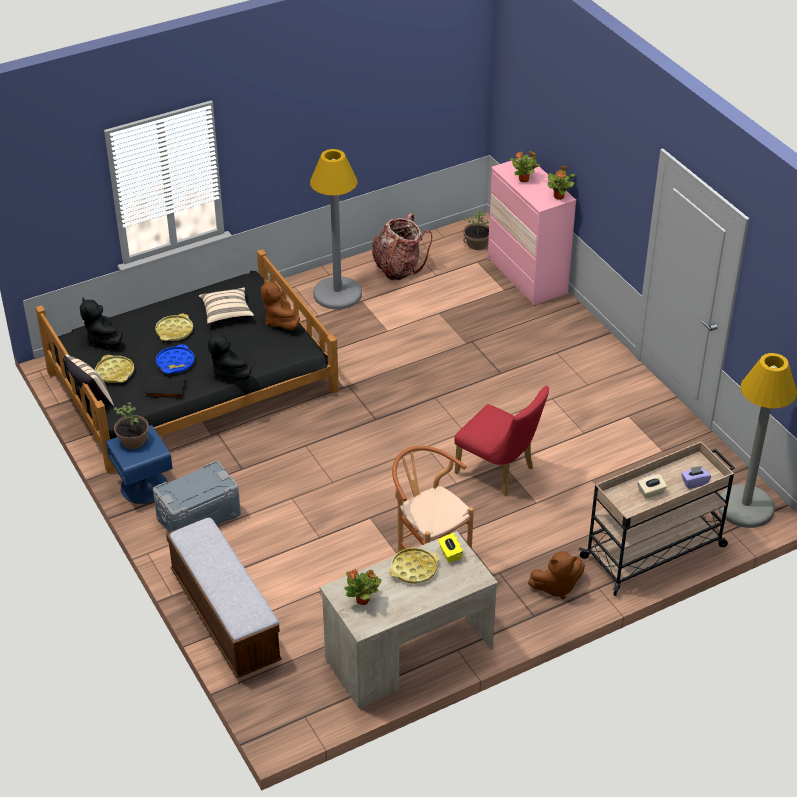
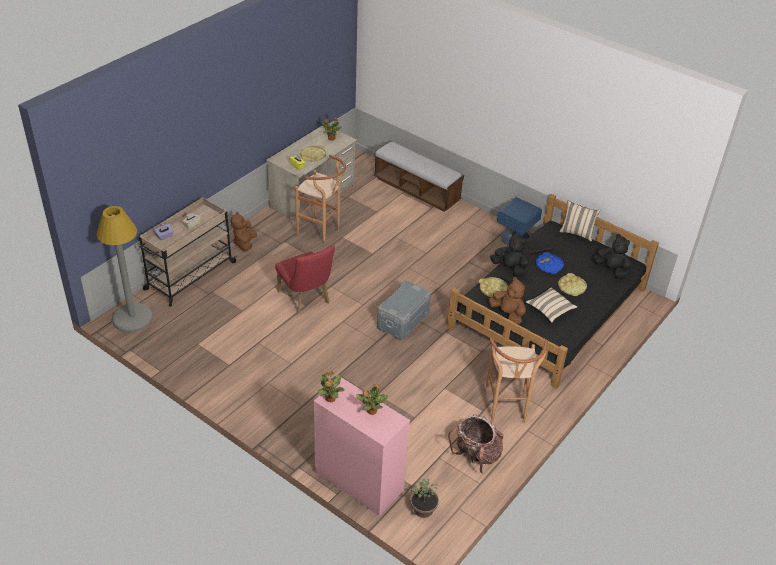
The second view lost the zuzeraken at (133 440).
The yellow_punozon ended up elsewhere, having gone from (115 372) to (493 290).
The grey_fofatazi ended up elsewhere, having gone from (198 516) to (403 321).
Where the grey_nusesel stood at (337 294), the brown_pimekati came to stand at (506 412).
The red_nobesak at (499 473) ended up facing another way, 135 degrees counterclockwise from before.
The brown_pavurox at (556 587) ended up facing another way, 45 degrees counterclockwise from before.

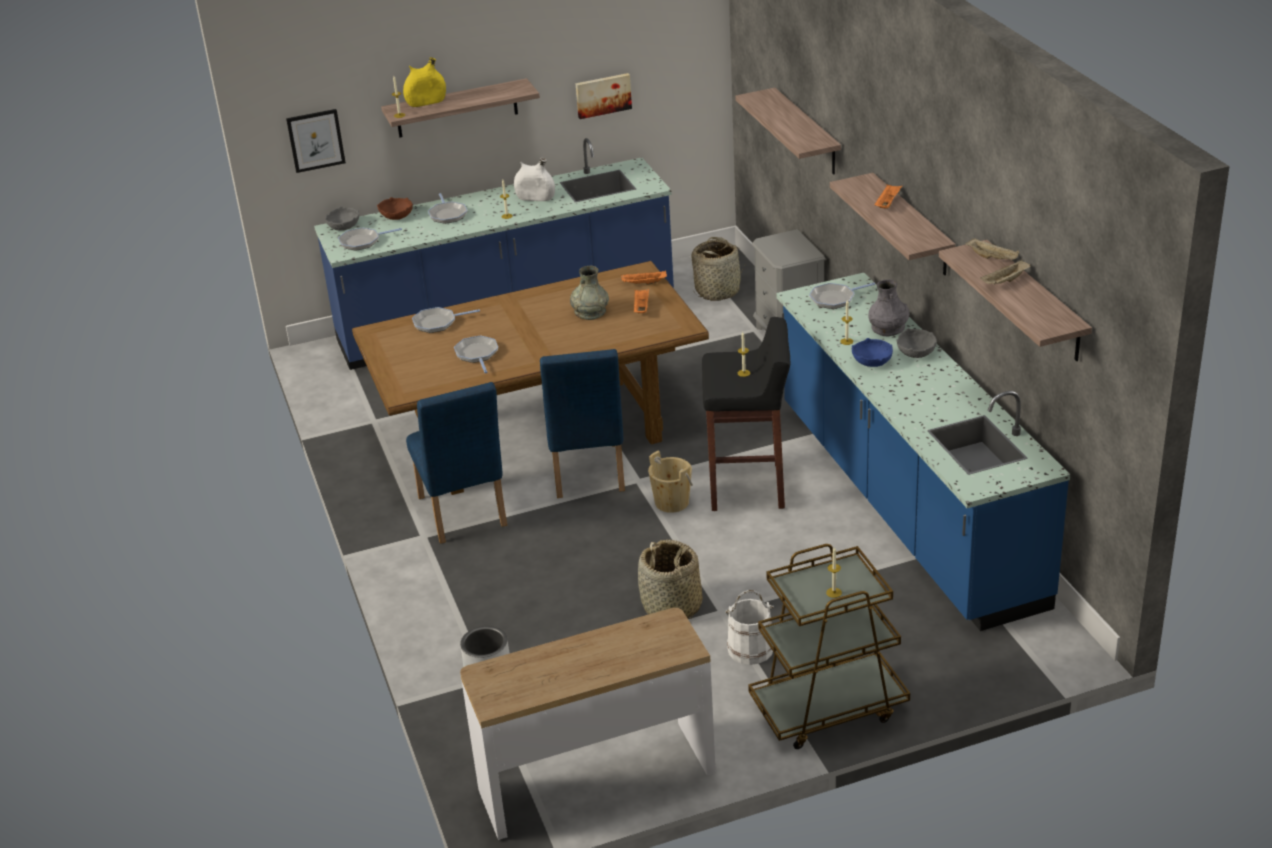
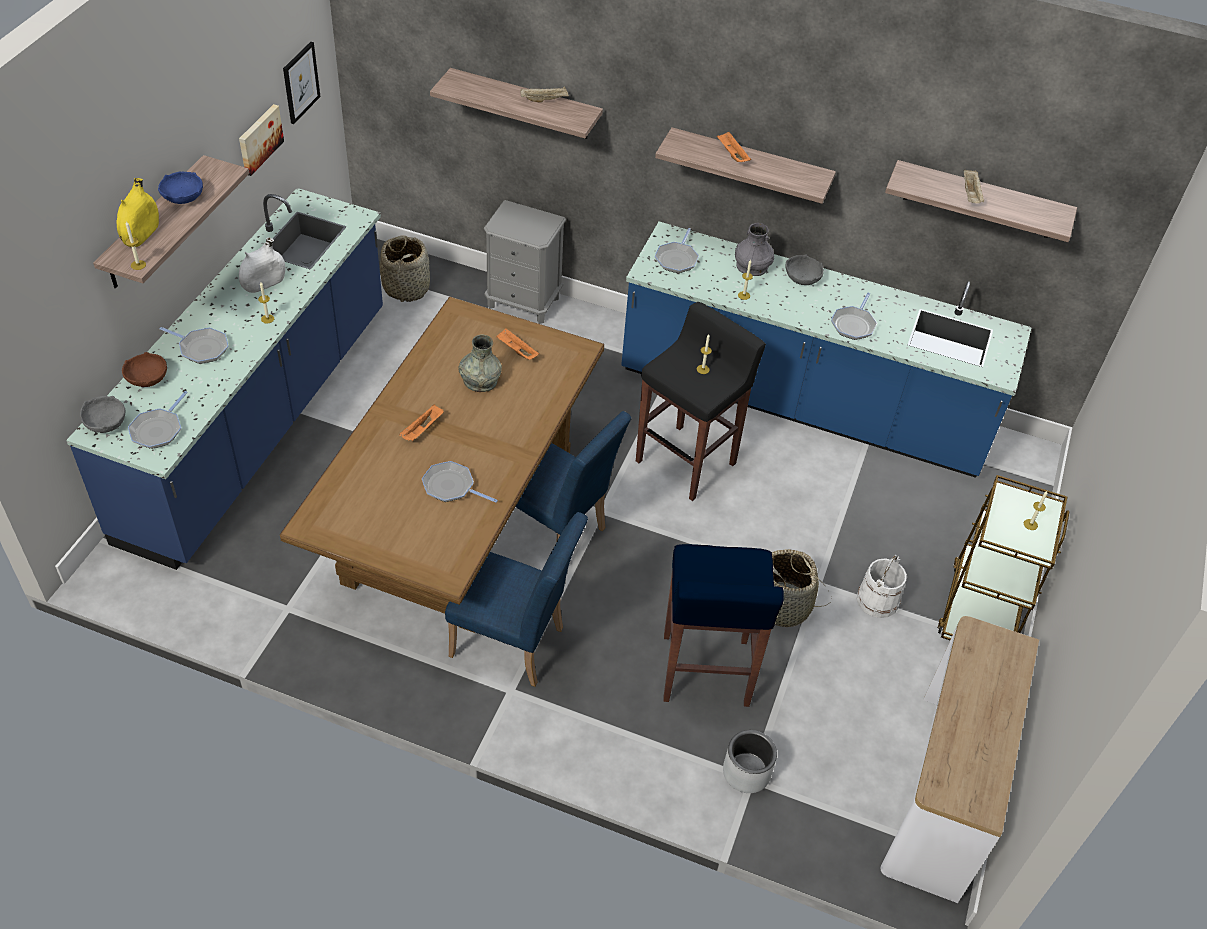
The second view lost the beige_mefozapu at (672 502).
The second view gained the blue_pimekati at (705 672).
The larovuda ended up elsewhere, having gone from (316 140) to (300 82).
The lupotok ended up elsewhere, having gone from (437 323) to (853 324).
The orange_punozon ended up elsewhere, having gone from (643 284) to (422 430).
The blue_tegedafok ended up elsewhere, having gone from (872 362) to (183 197).
The beige_punozon ended up elsewhere, having gone from (993 258) to (544 100).

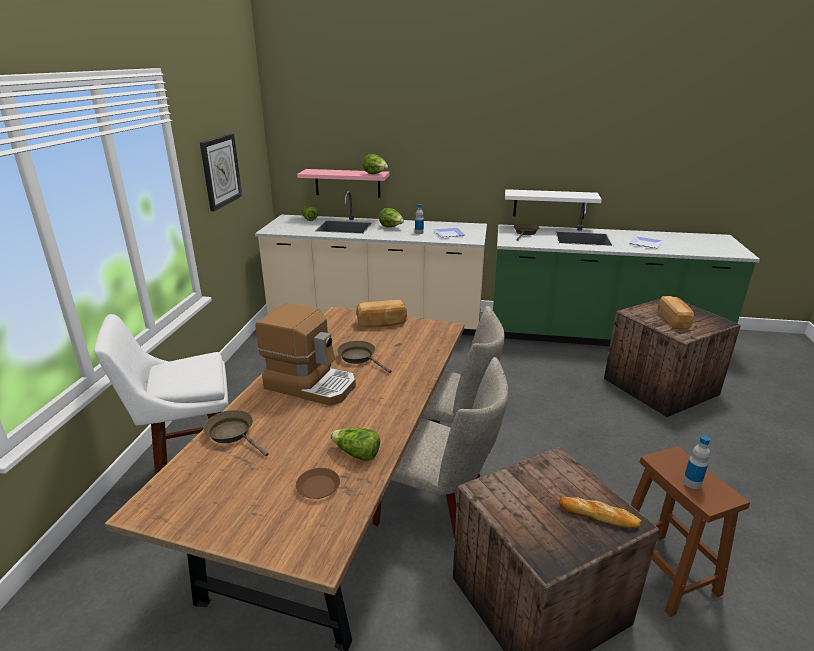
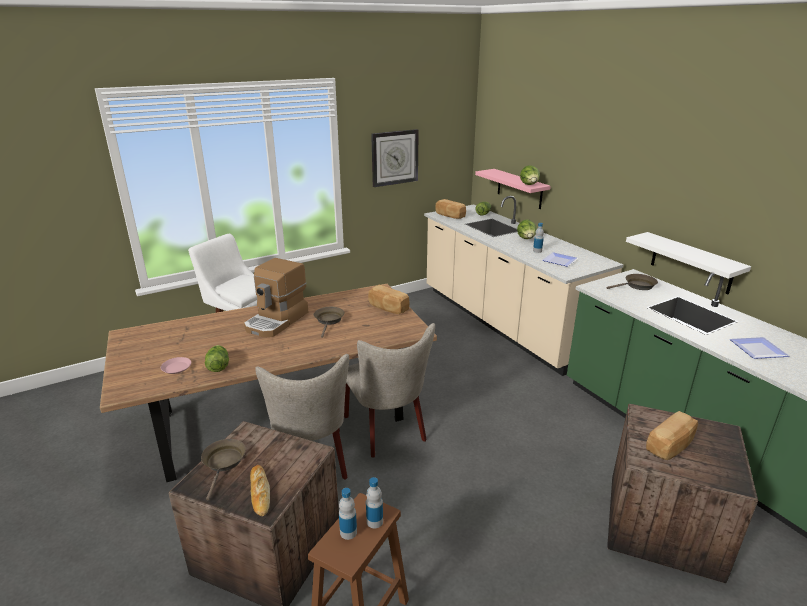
The second view gained the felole at (374 521).
The second view gained the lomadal at (449 215).
The brown_lupotok ended up elsewhere, having gone from (233 434) to (224 463).
What was the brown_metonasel at (318 486) turned into the pink_metonasel at (177 368).
The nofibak at (311 384) ended up facing another way, 45 degrees clockwise from before.

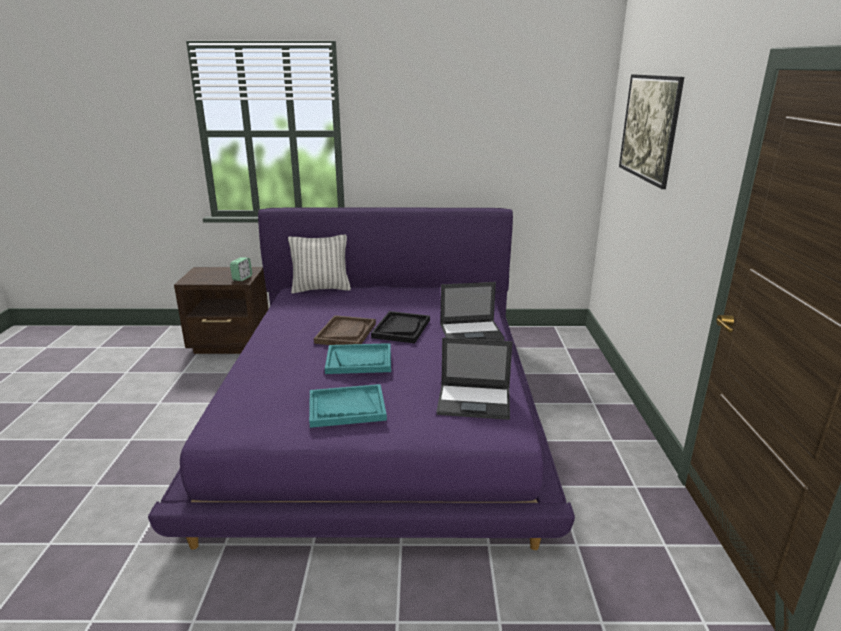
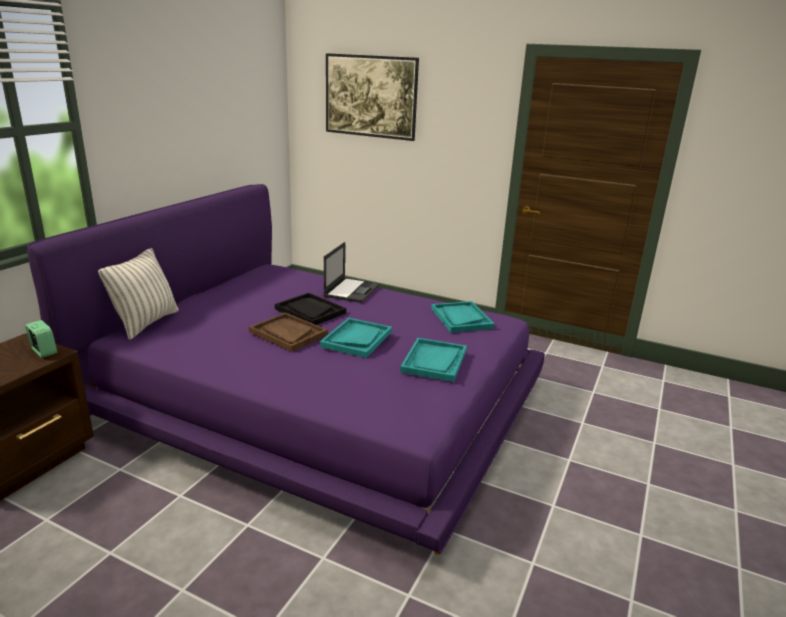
Where the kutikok stood at (475 401), the turquoise_punozon came to stand at (461 318).

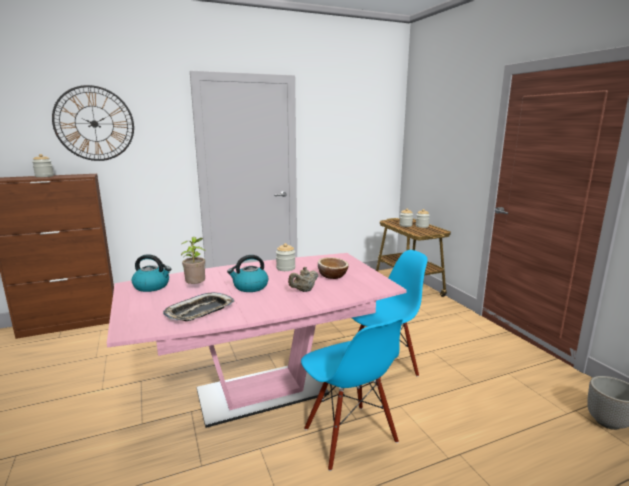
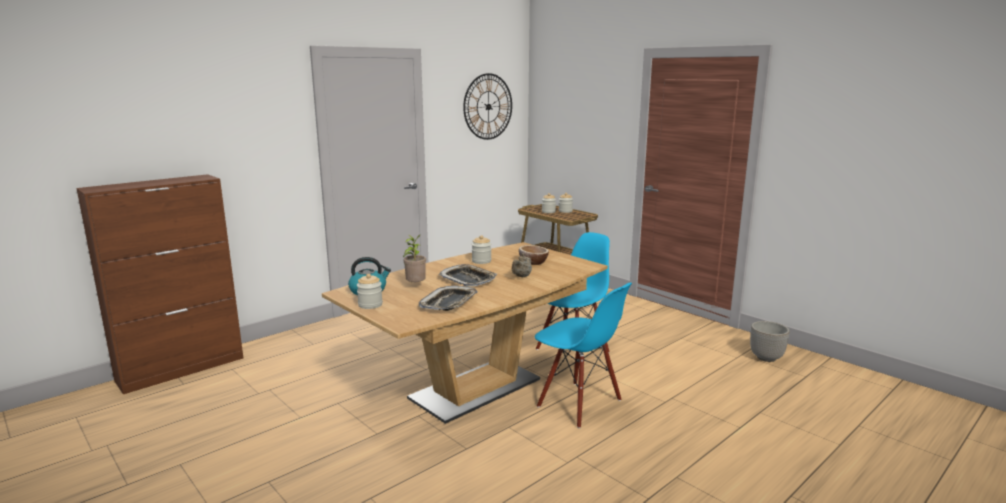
The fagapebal ended up elsewhere, having gone from (44 176) to (370 305).
The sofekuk ended up elsewhere, having gone from (94 123) to (488 106).
Where the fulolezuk stood at (250 287), the punozon came to stand at (468 280).
What was the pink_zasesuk at (262 392) turned into the brown_zasesuk at (475 389).

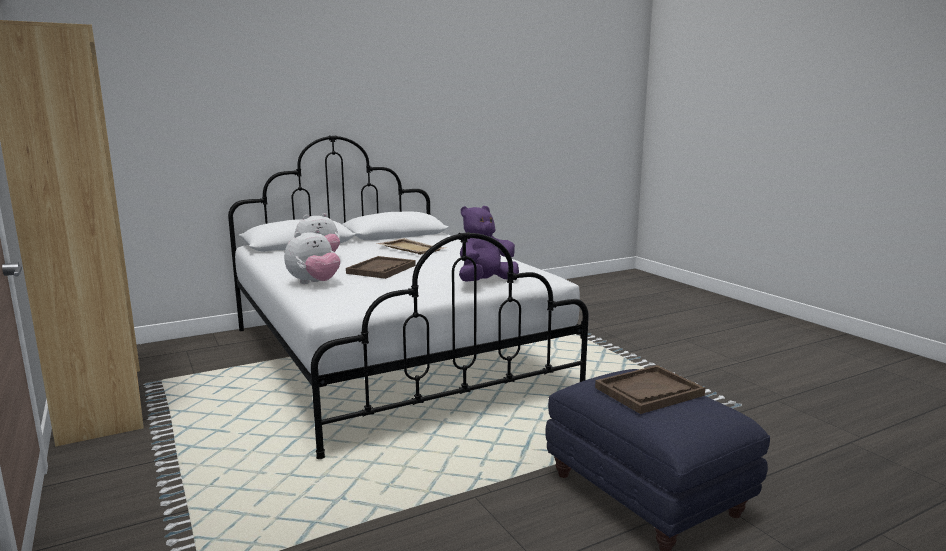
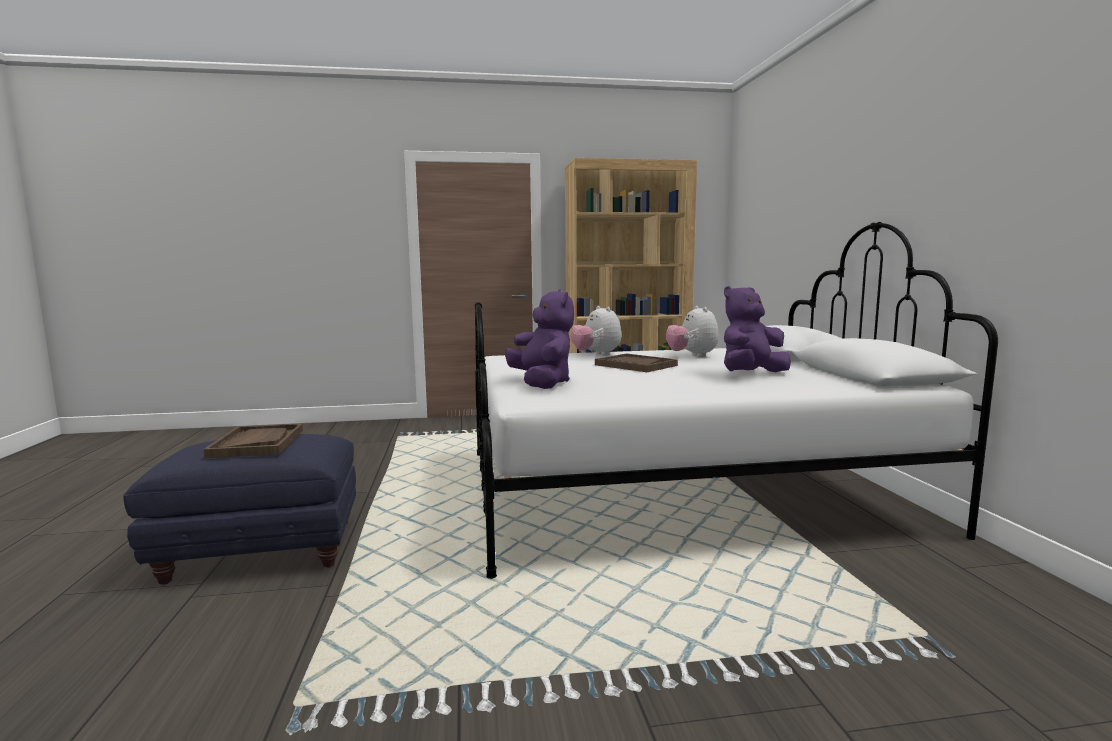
Where the beige_punozon stood at (410 248), the purple_pavurox came to stand at (751 374).

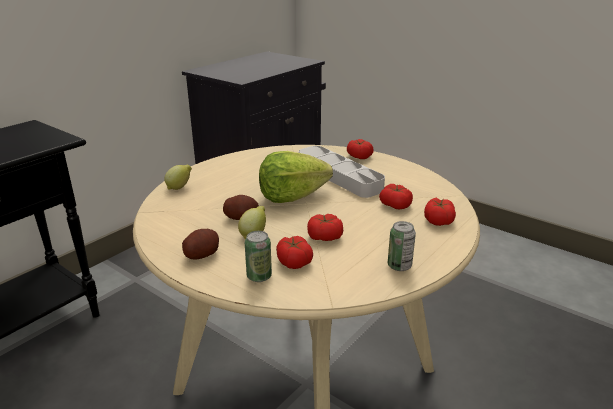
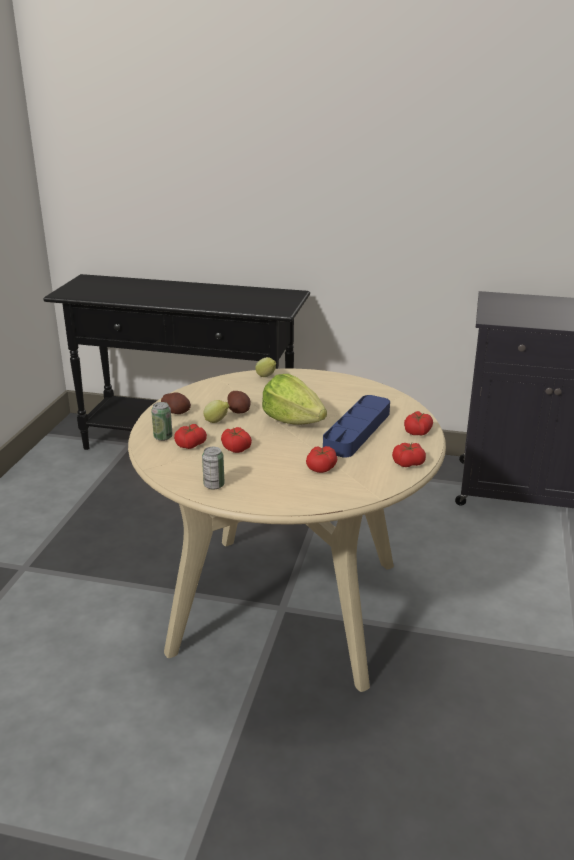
The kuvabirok ended up elsewhere, having gone from (438 220) to (408 463).
What was the grey_punozon at (339 176) turned into the blue_punozon at (357 431).

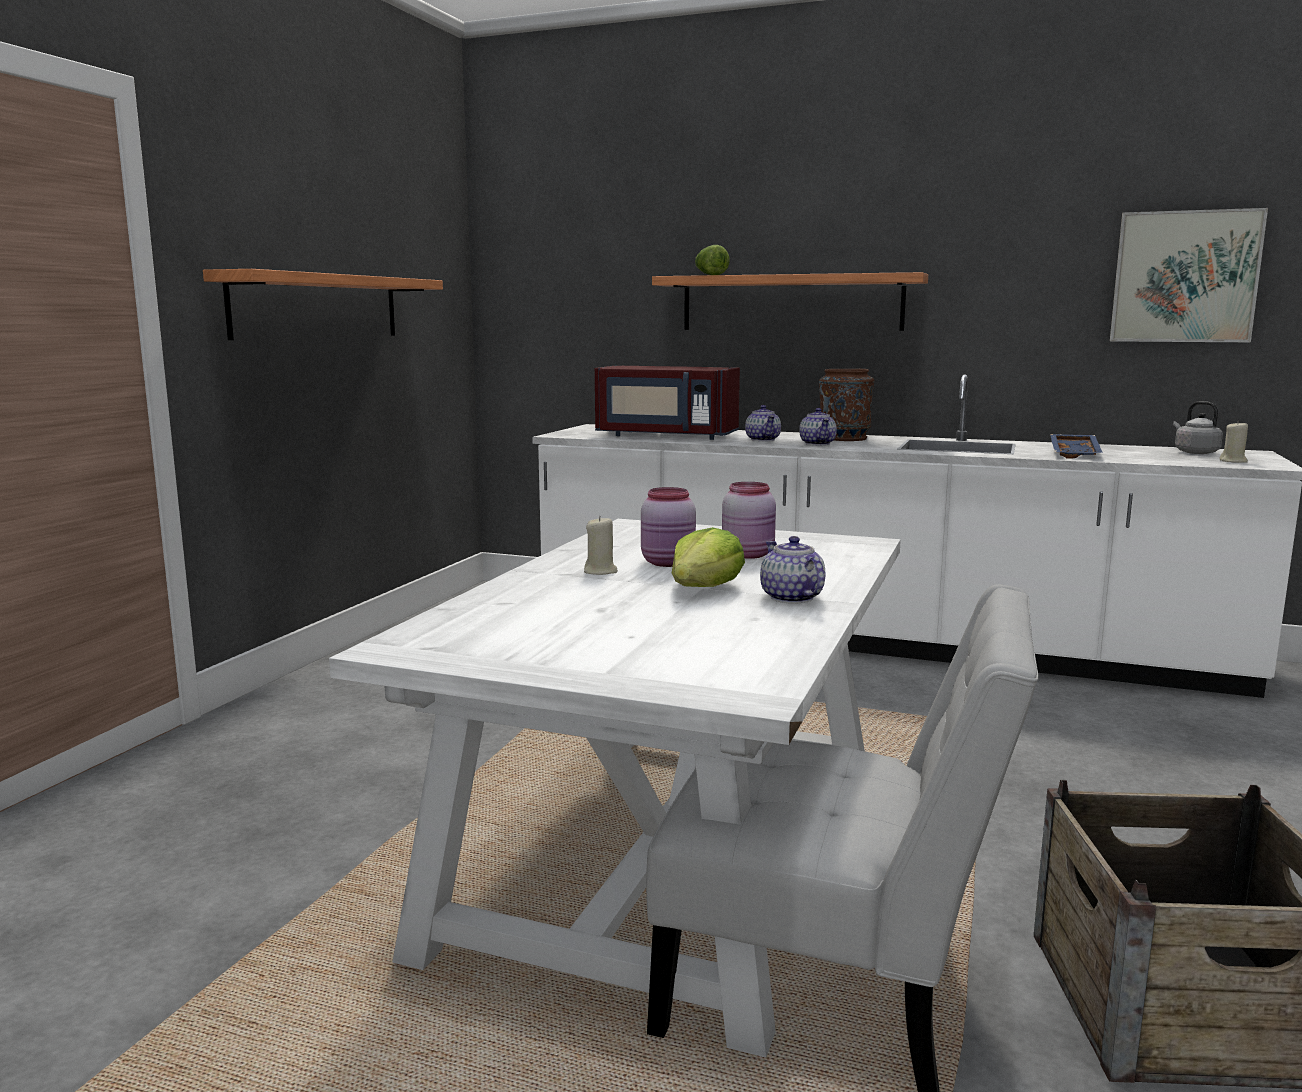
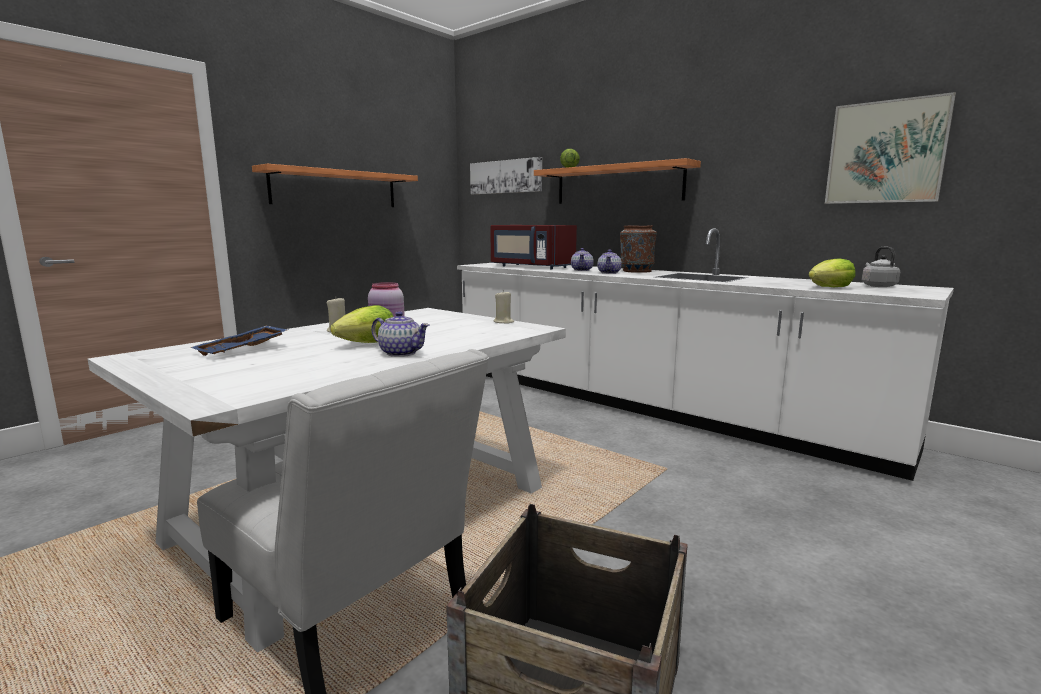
The second view lost the pink_fagapebal at (749 554).
The second view gained the larovuda at (505 176).
The second view gained the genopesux at (830 287).
The blue_punozon ended up elsewhere, having gone from (1076 454) to (243 350).
The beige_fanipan ended up elsewhere, having gone from (1233 461) to (503 322).
The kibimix at (791 598) ended up facing another way, 120 degrees clockwise from before.

